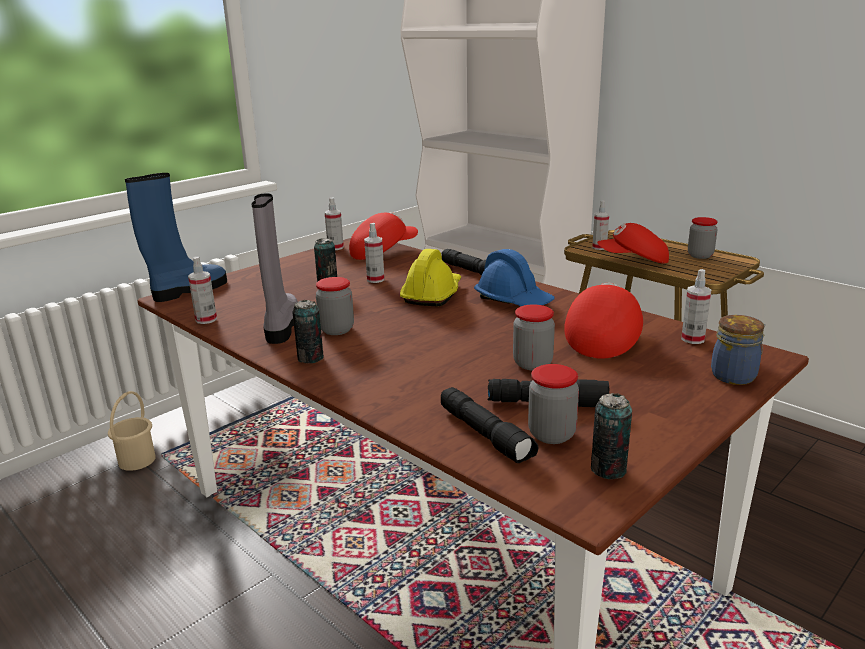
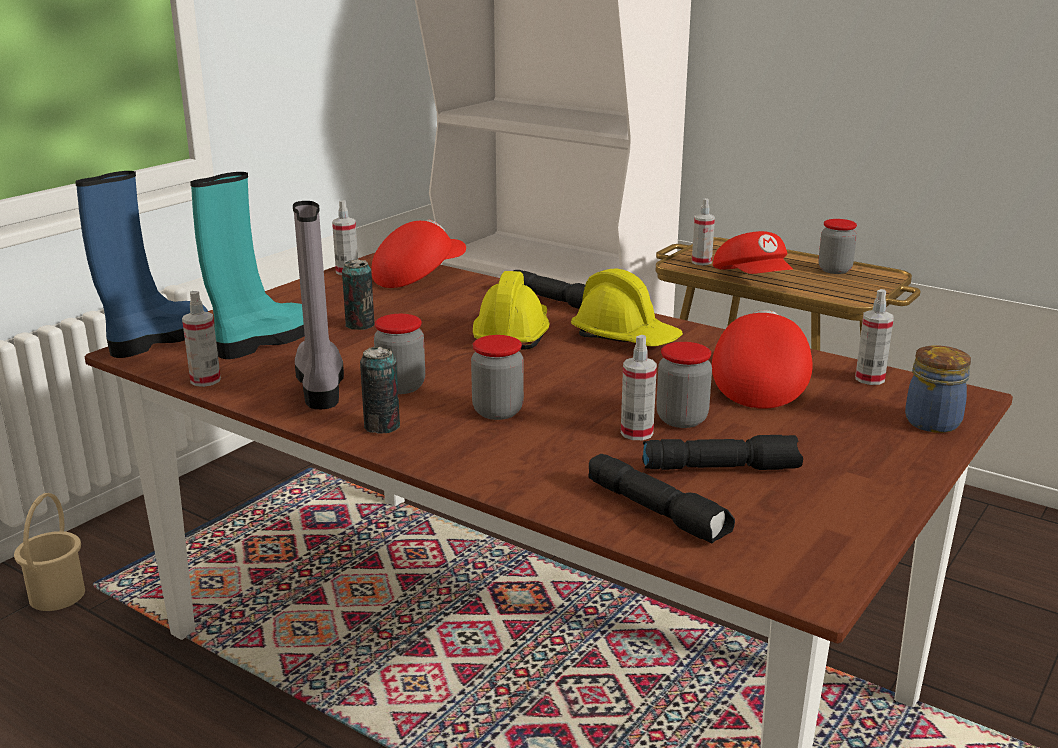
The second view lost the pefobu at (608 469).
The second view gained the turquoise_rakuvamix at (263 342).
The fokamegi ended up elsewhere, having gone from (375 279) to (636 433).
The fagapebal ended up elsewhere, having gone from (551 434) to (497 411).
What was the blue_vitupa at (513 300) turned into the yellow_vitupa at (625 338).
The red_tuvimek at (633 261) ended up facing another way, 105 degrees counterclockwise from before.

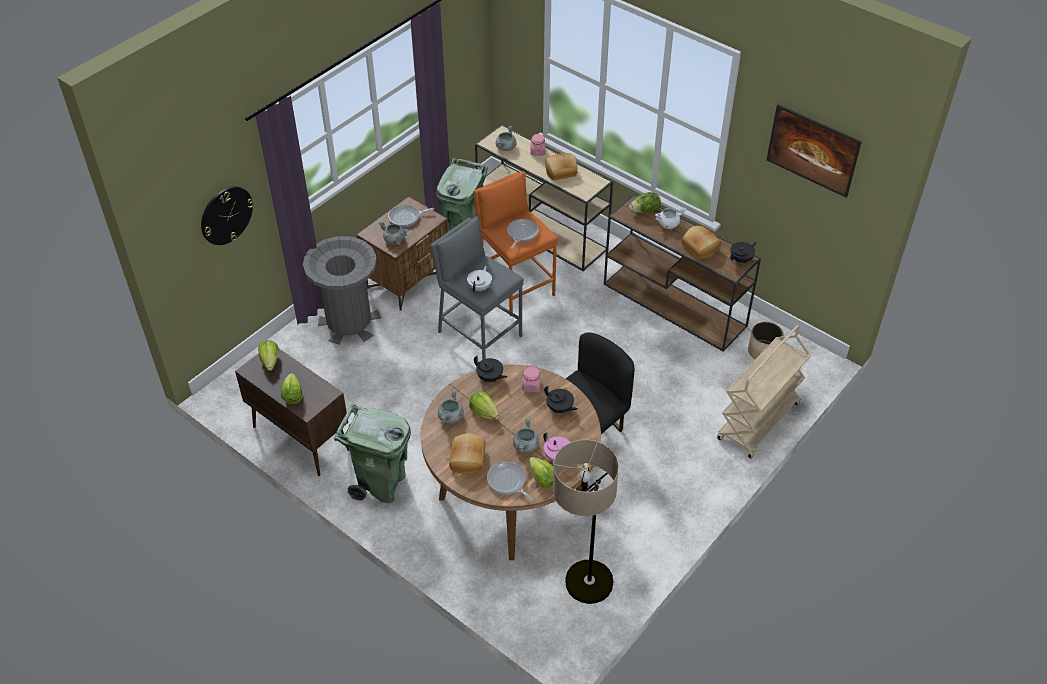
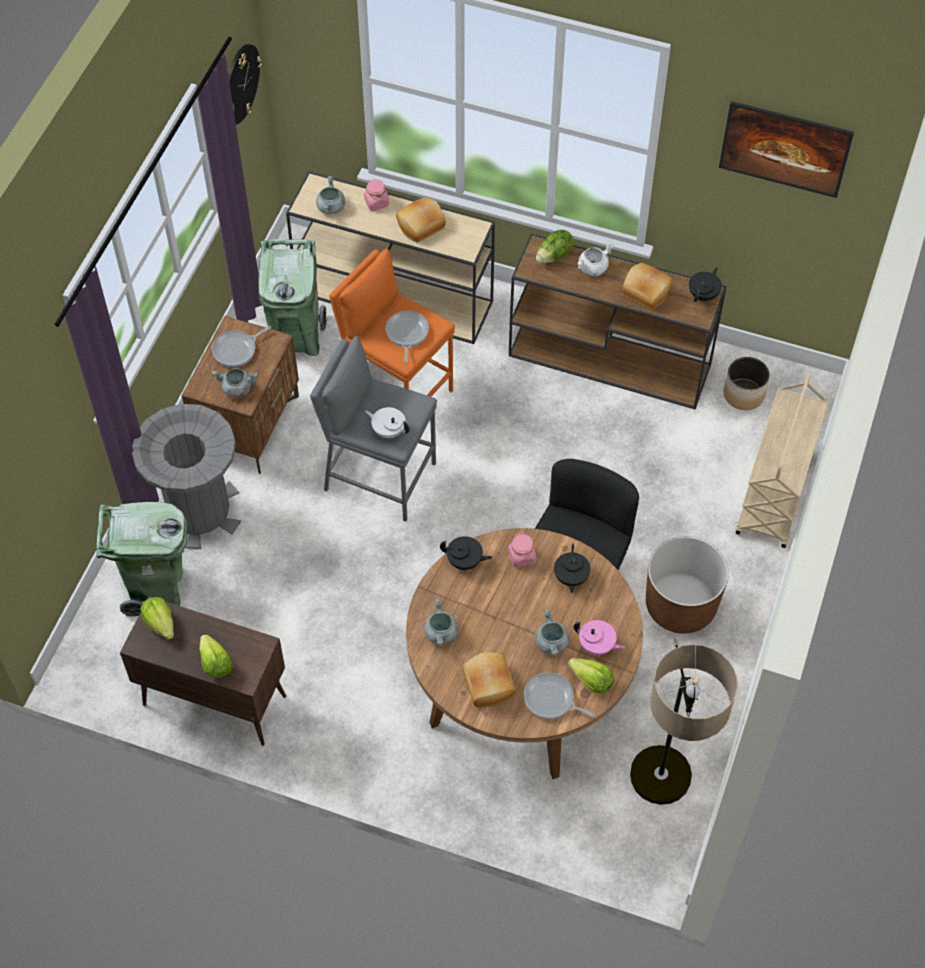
The second view lost the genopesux at (484 412).
The second view gained the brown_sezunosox at (680 605).
The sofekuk ended up elsewhere, having gone from (226 215) to (240 83).
The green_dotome ended up elsewhere, having gone from (381 484) to (157 588).
The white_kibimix at (480 287) ended up facing another way, 60 degrees counterclockwise from before.
The black_kibimix at (560 409) ended up facing another way, 75 degrees clockwise from before.

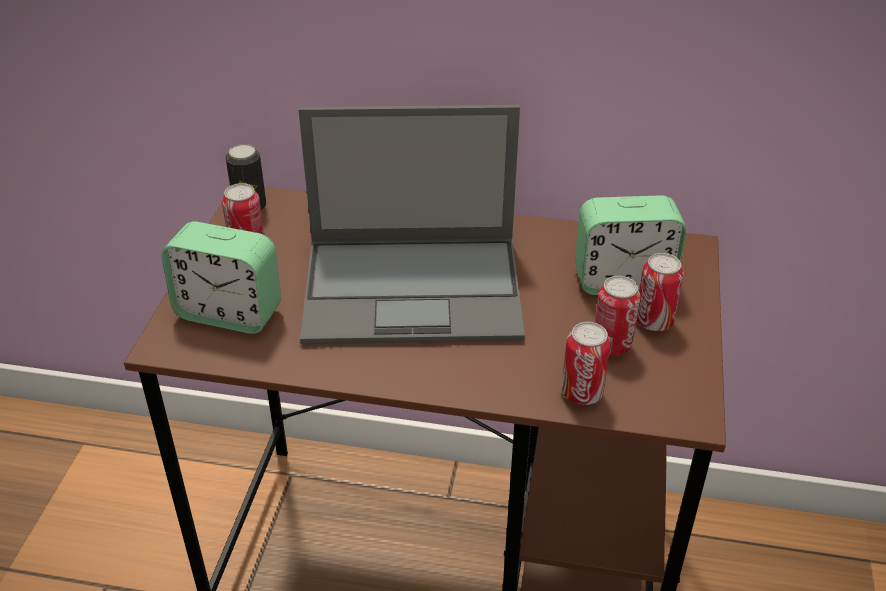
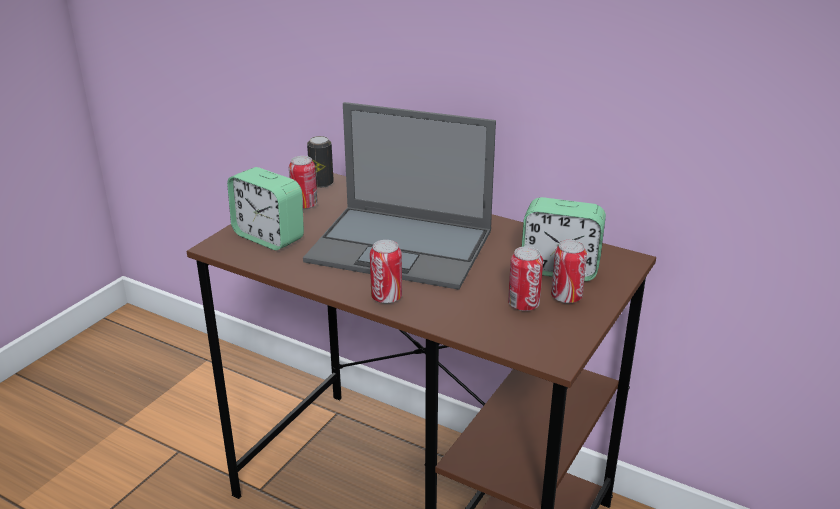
The pefobu ended up elsewhere, having gone from (581 393) to (386 297).

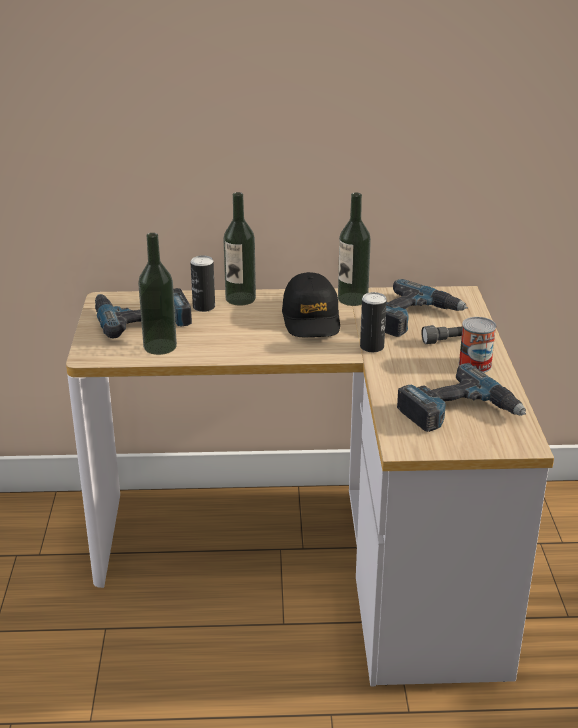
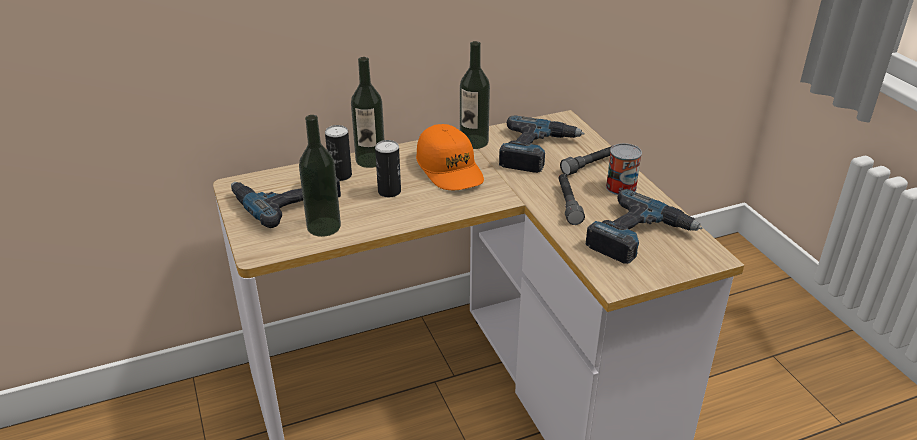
The second view gained the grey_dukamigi at (568 204).
The pefobu ended up elsewhere, having gone from (372 347) to (389 191).
What was the black_tuvimek at (311 319) turned into the orange_tuvimek at (450 169).

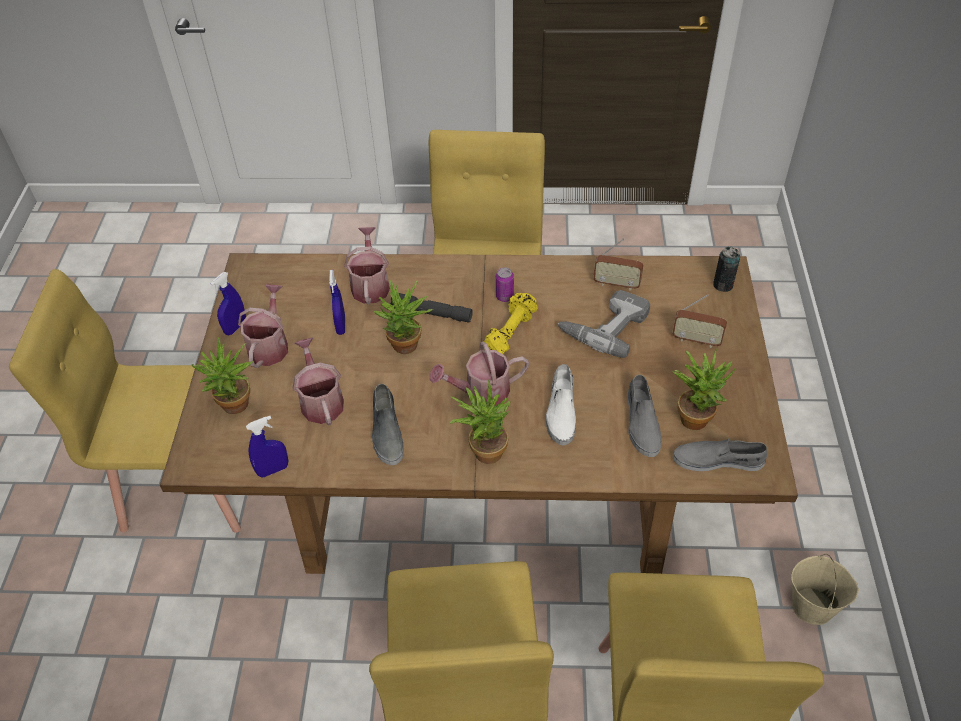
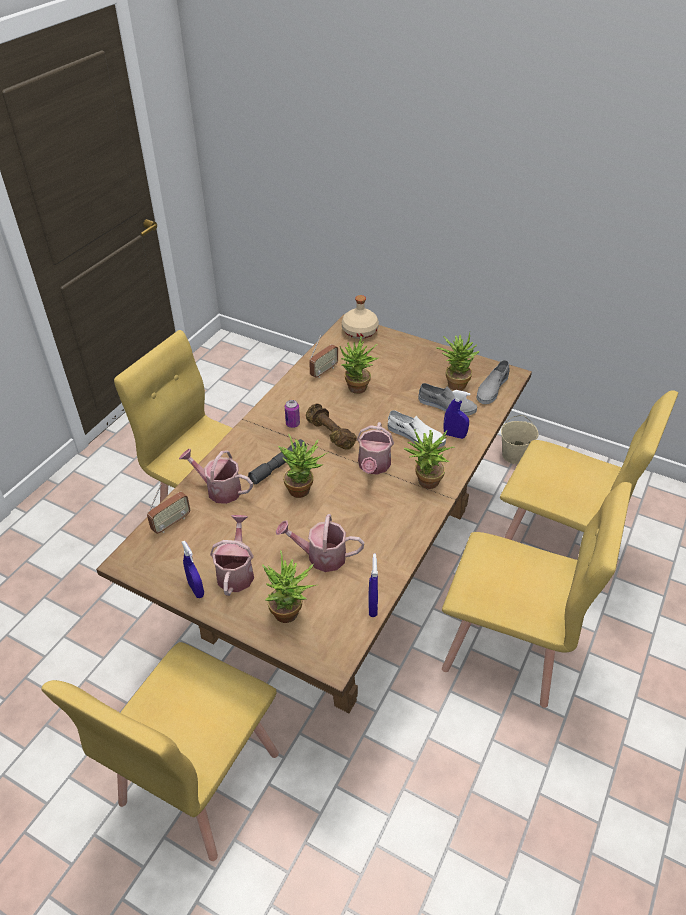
The second view lost the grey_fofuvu at (386 431).
The blue_fokamegi ended up elsewhere, having gone from (341 326) to (454 435).
The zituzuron ended up elsewhere, having gone from (696 340) to (171 523).
Where the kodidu stood at (604 326), the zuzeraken came to stand at (356 390).
Where the pefobu stood at (723 285), the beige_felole came to stand at (360 331).
What was the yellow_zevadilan at (509 333) turned into the brown_zevadilan at (329 434).
The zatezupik at (270 345) ended up facing another way, 60 degrees clockwise from before.

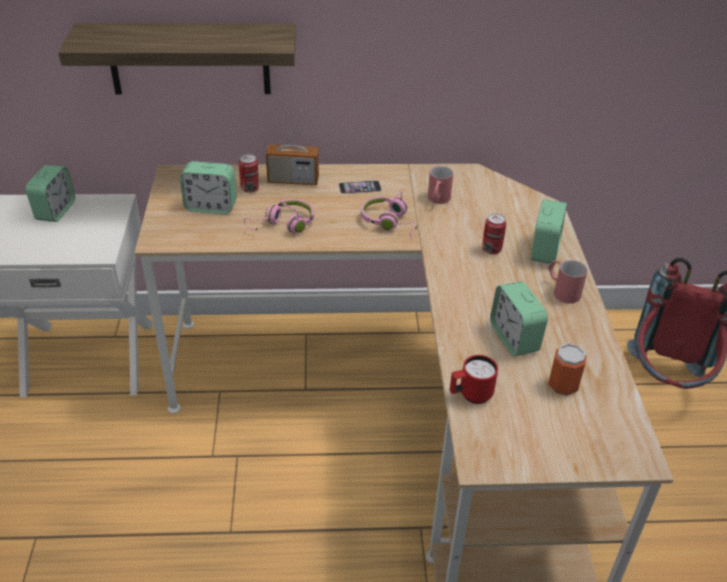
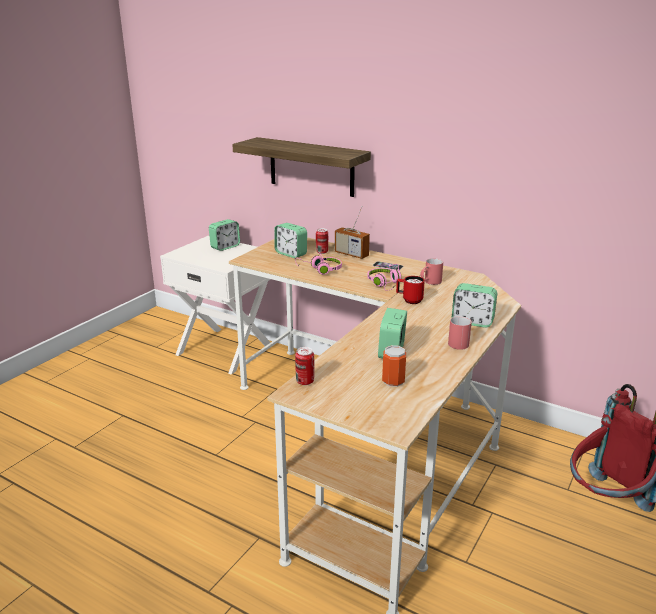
The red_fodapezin ended up elsewhere, having gone from (470 395) to (409 300).
The pefobu ended up elsewhere, having gone from (491 249) to (305 381).
The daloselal at (544 251) ended up facing another way, 60 degrees clockwise from before.

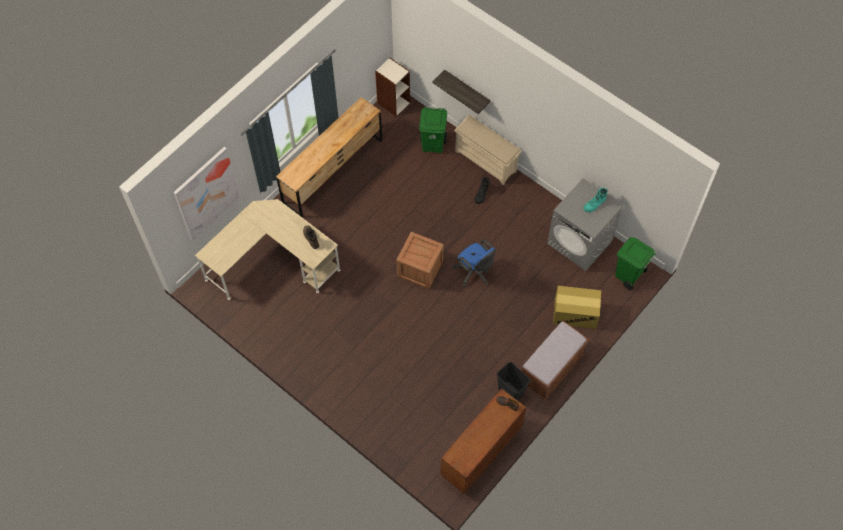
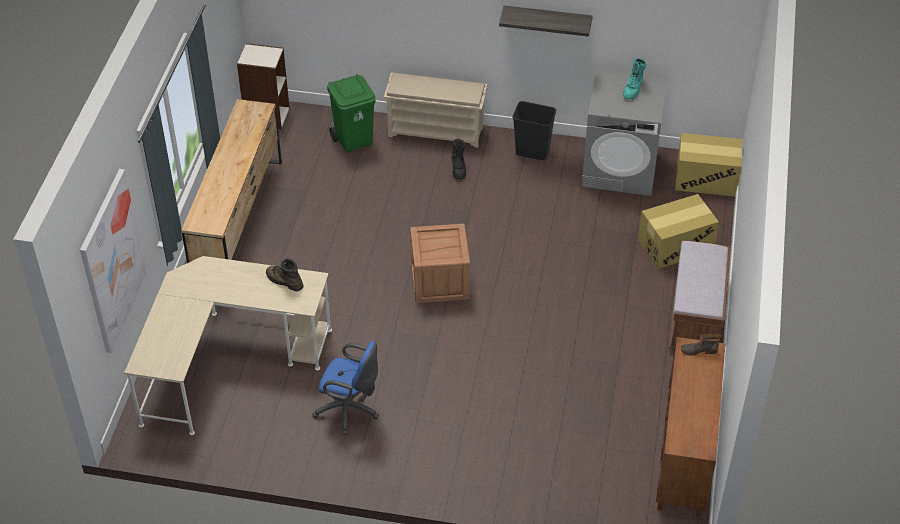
The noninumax ended up elsewhere, having gone from (467 89) to (547 20).
The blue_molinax ended up elsewhere, having gone from (474 273) to (350 410).
The black_dotome ended up elsewhere, having gone from (511 392) to (532 151).
Where the green_dotome stood at (628 275), the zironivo came to stand at (706 179).

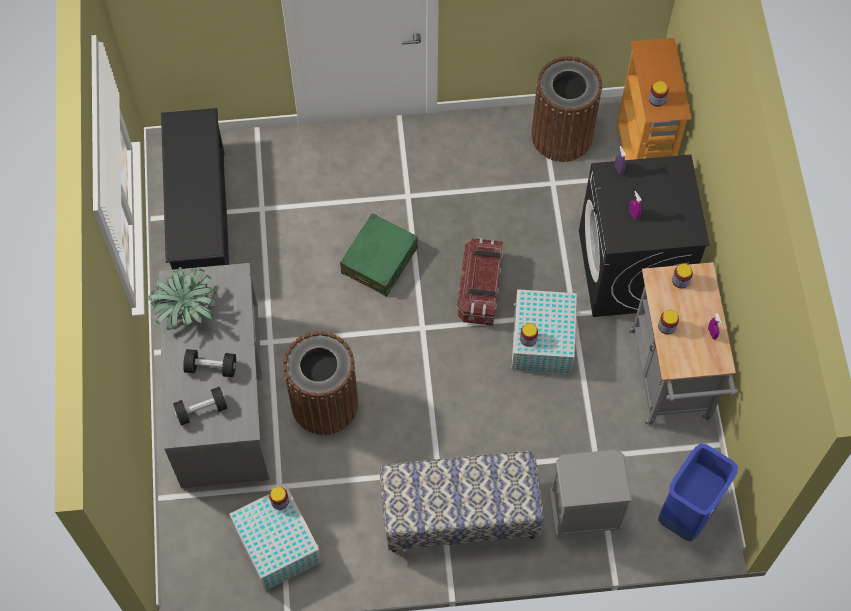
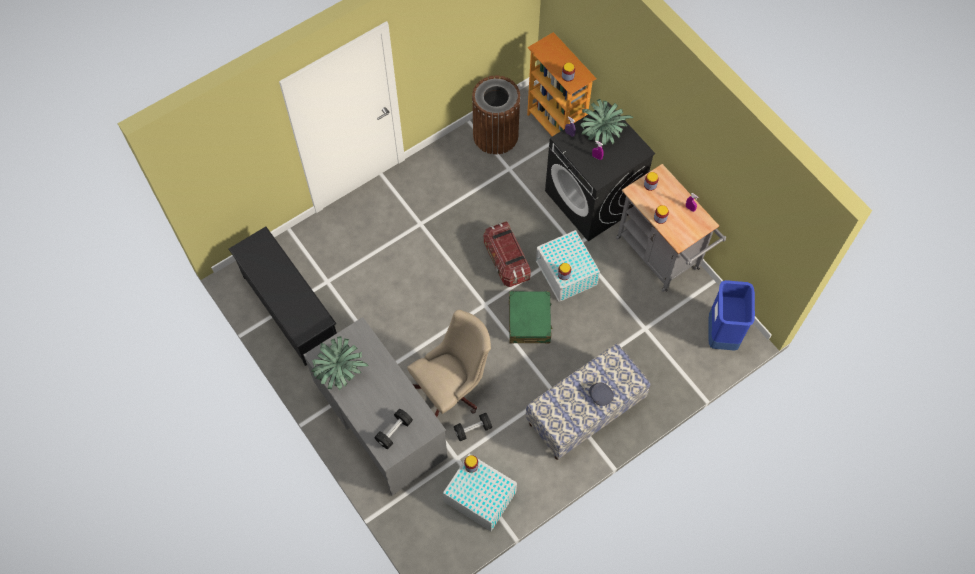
The second view lost the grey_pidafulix at (583 512).
The second view gained the zuzeraken at (602 132).
The second view gained the grey_tuvimek at (600 395).
The black_zevadilan ended up elsewhere, having gone from (211 367) to (473 429).
The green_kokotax ended up elsewhere, having gone from (380 260) to (529 321).
Where the brown_dotome stood at (325 404), the beige_molinax came to stand at (452 388).

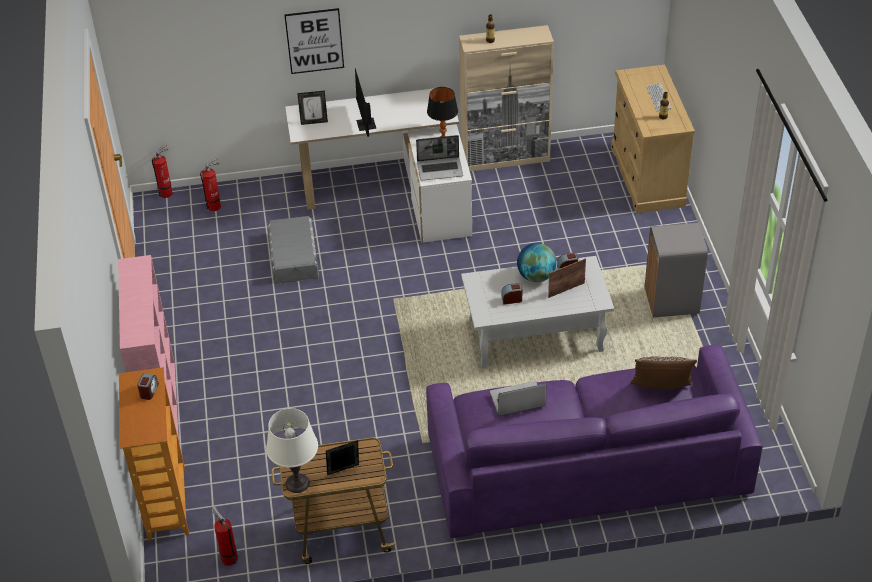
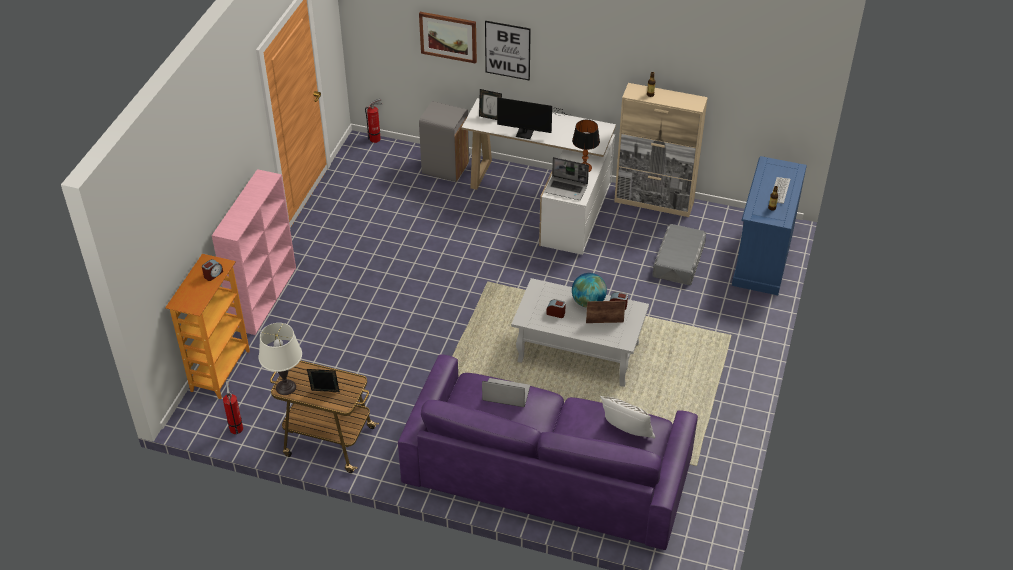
The second view lost the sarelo at (216 206).
The second view gained the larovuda at (448 36).
The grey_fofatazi ended up elsewhere, having gone from (293 256) to (678 259).
The grey_dotome ended up elsewhere, having gone from (672 302) to (445 169).
What was the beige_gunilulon at (647 176) turned into the blue_gunilulon at (762 258).
What was the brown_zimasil at (661 390) turned into the white_zimasil at (627 432).
The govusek at (366 126) ended up facing another way, 90 degrees counterclockwise from before.

